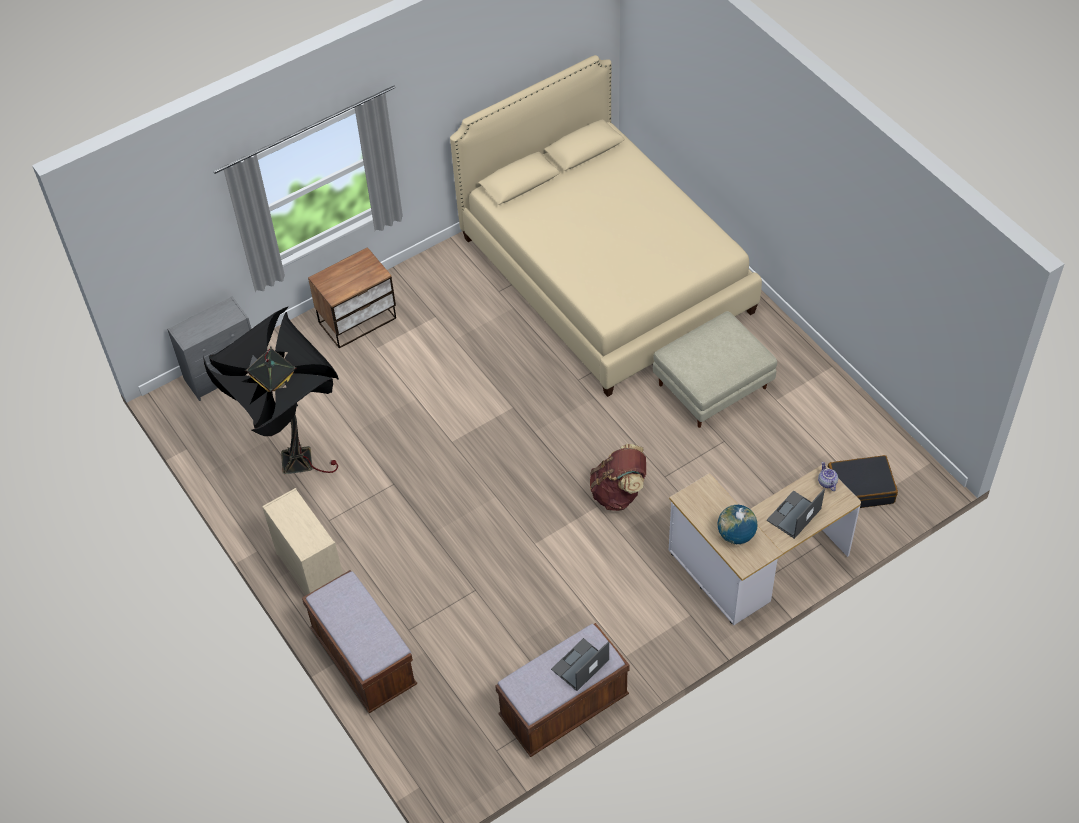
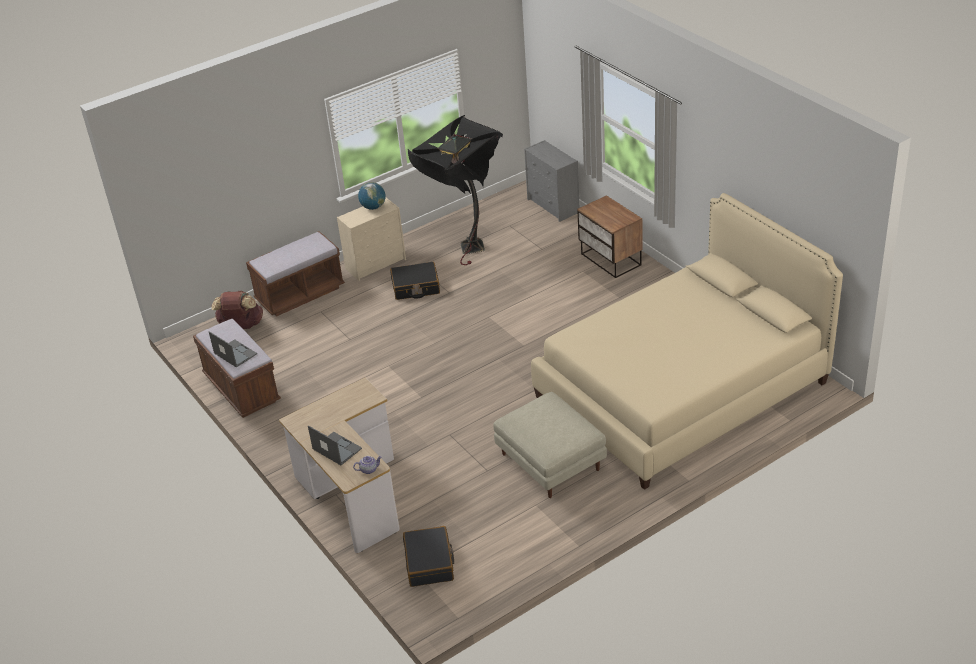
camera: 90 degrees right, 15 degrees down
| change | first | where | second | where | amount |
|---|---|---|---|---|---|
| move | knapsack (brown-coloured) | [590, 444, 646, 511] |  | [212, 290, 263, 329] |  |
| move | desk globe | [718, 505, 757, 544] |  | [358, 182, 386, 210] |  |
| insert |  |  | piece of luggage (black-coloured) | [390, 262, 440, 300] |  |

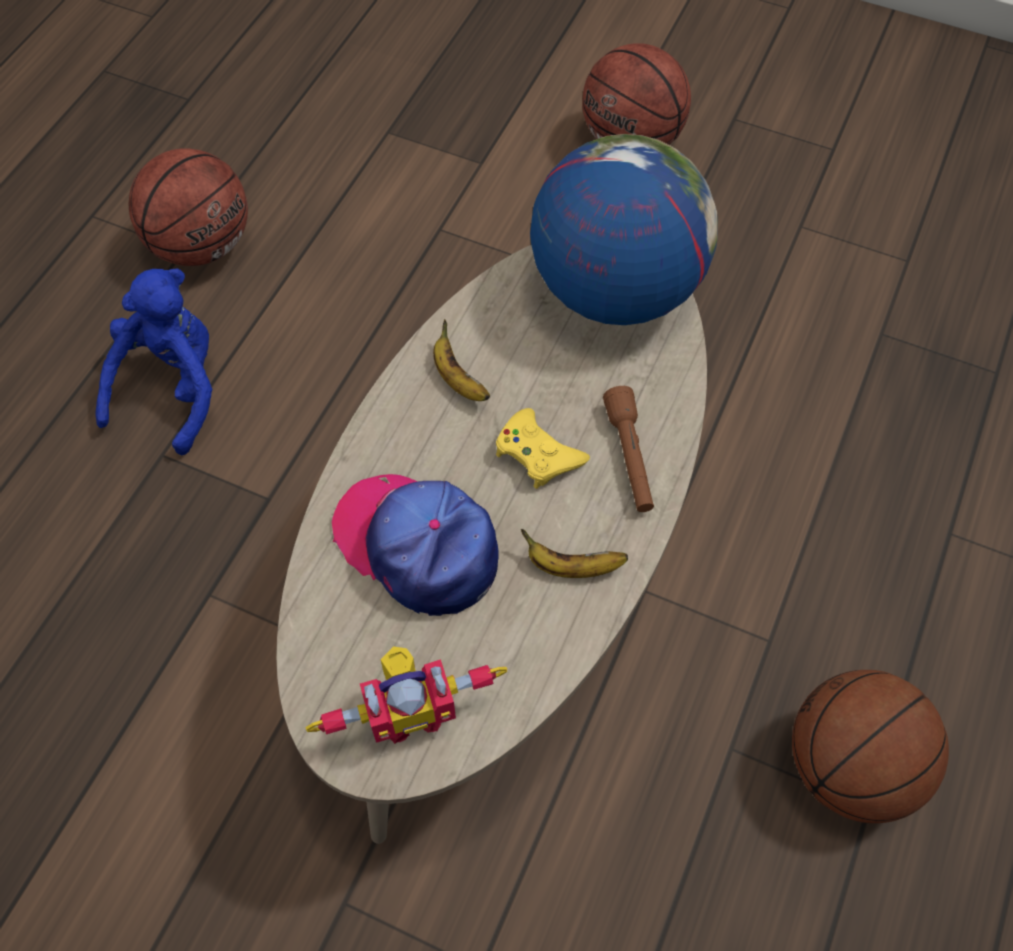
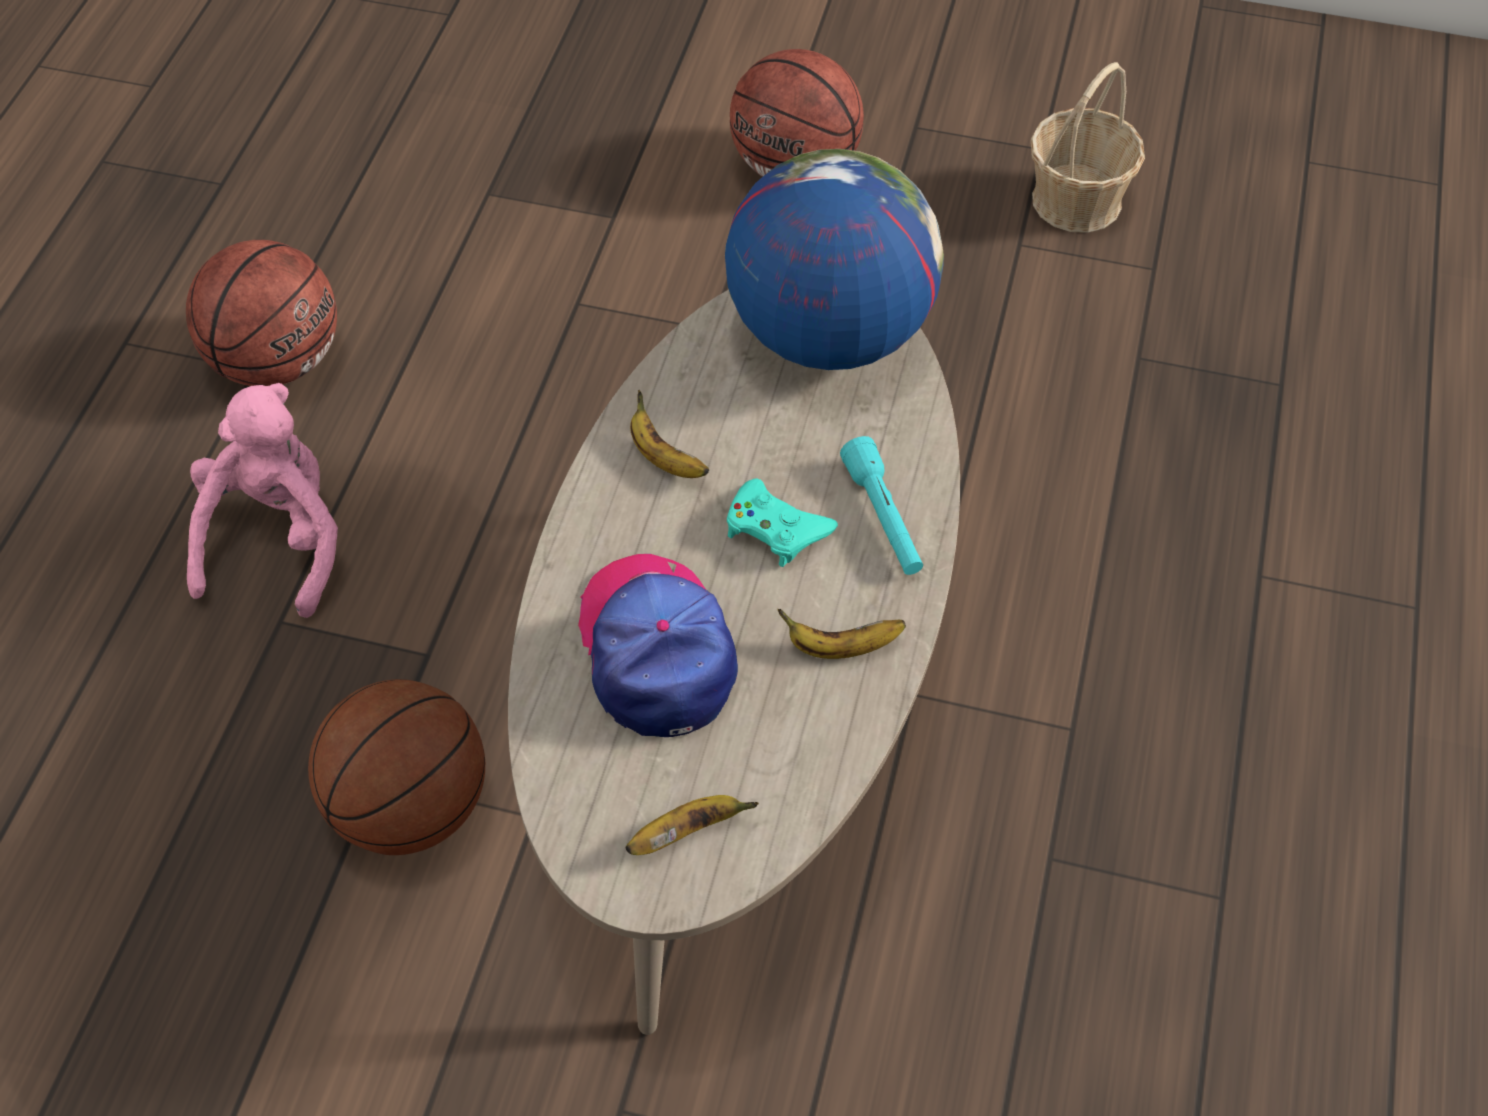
camera: 10 degrees left, 5 degrees down
| change | first | where | second | where | amount |
|---|---|---|---|---|---|
| recolor | plush toy (bluish) | [95, 268, 212, 455] | plush toy (pink-coloured) | [187, 383, 338, 618] |  |
| recolor | flashlight (brown-coloured) | [603, 386, 654, 512] | flashlight (blue-green) | [840, 436, 923, 575] |  |
| recolor | game controller (yellow-coloured) | [496, 408, 590, 489] | game controller (blue-green) | [727, 478, 838, 567] |  |
| rotate | cap | [332, 474, 498, 616] |  | [578, 554, 738, 737] | 45 degrees clockwise |
| replace | robot figure | [306, 646, 507, 744] | whole banana | [626, 795, 759, 855] |  |
| move | basketball ball | [792, 670, 949, 823] |  | [308, 679, 485, 855] |  |
| insert |  |  | storage basket | [1031, 62, 1145, 233] |  |

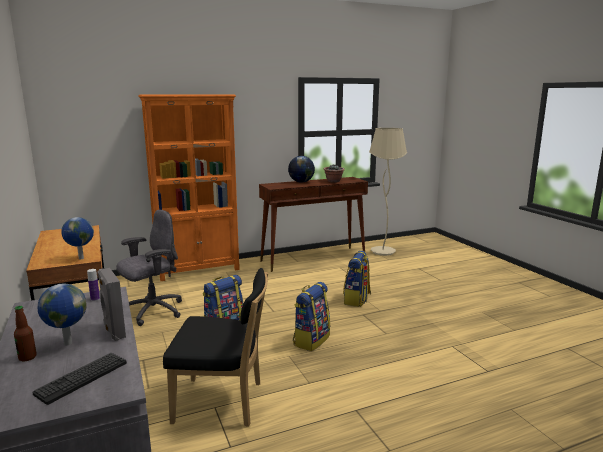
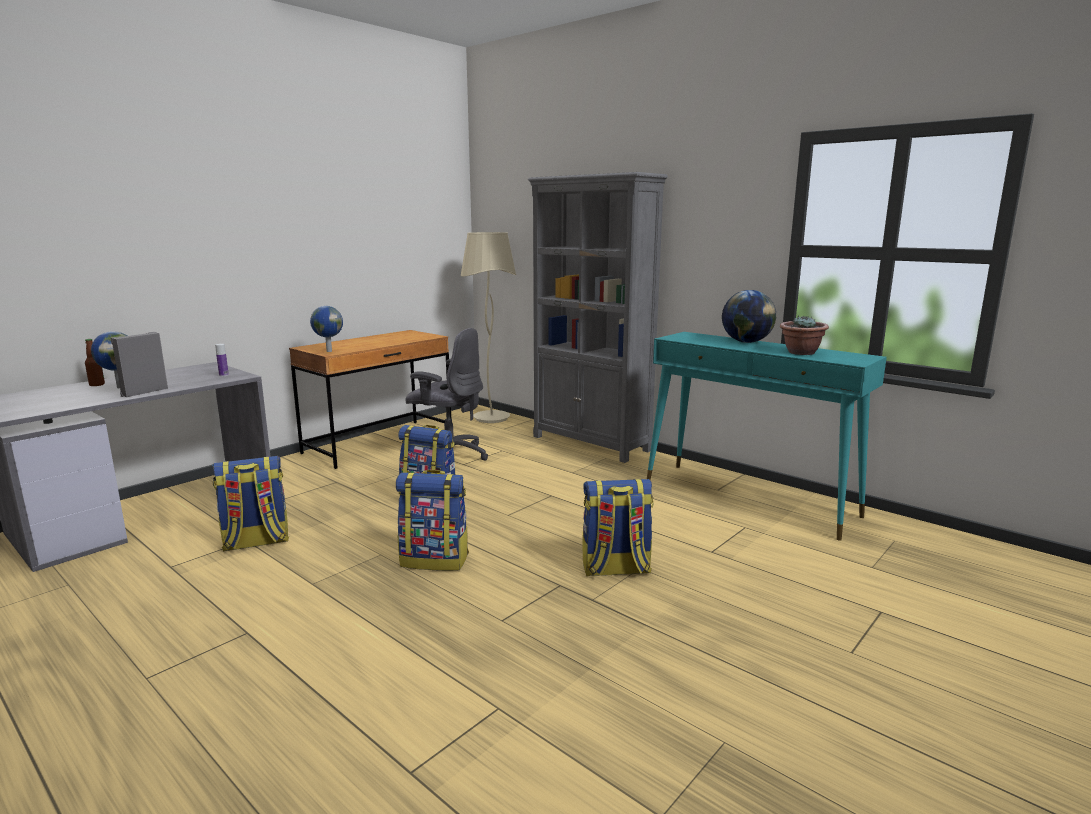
camera: 65 degrees right, 0 degrees up
| change | first | where | second | where | amount |
|---|---|---|---|---|---|
| recolor | shelving unit (orangey) | [138, 94, 240, 281] | shelving unit (gray) | [528, 172, 668, 463] |  |
| move | standard lamp (sand-coloured) | [369, 128, 407, 256] |  | [461, 232, 516, 423] |  |
| recolor | console table (brown-coloured) | [259, 177, 368, 272] | console table (blue-green) | [647, 332, 887, 541] |  |
| replace | upright chair (black-coloured) | [163, 268, 268, 427] | knapsack | [212, 456, 289, 551] |  |
| delete | keyboard | [33, 353, 127, 405] |  |  |  |

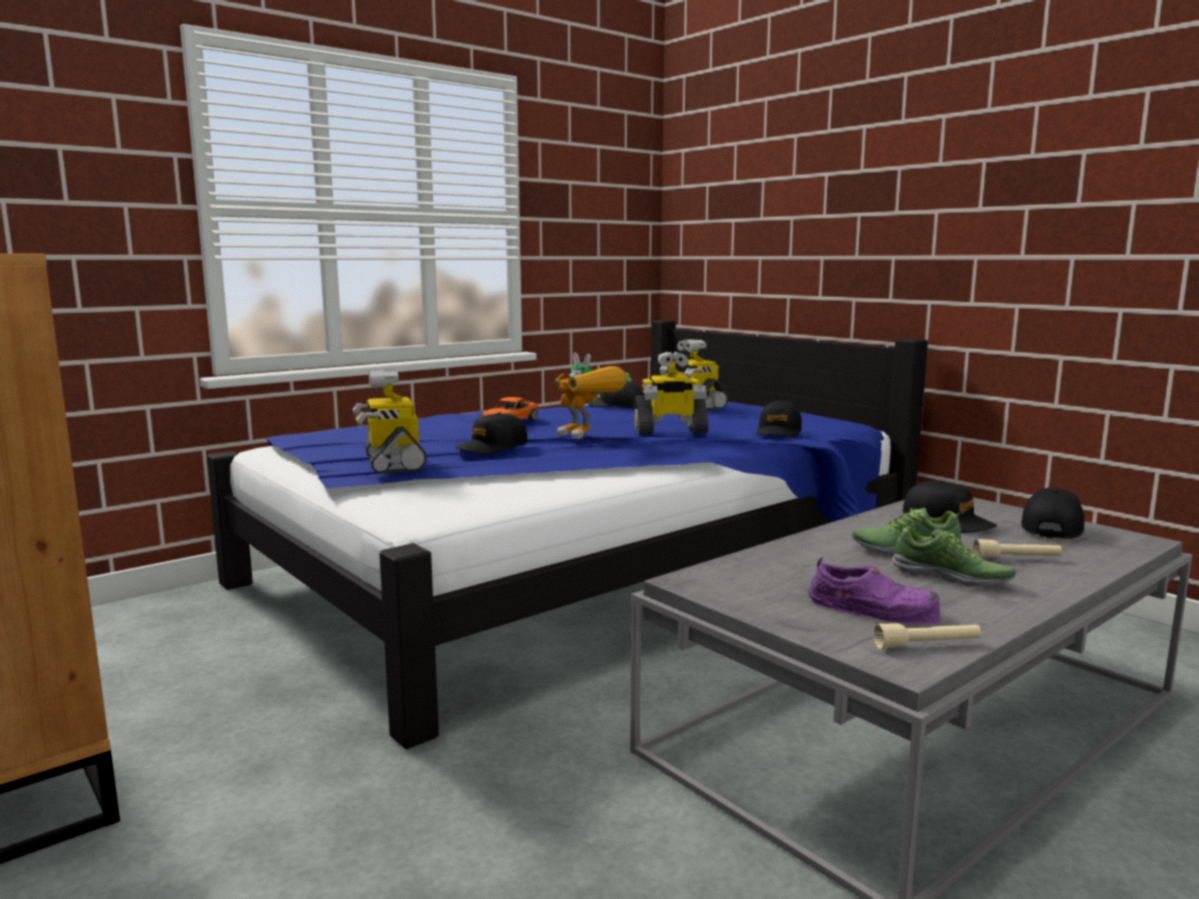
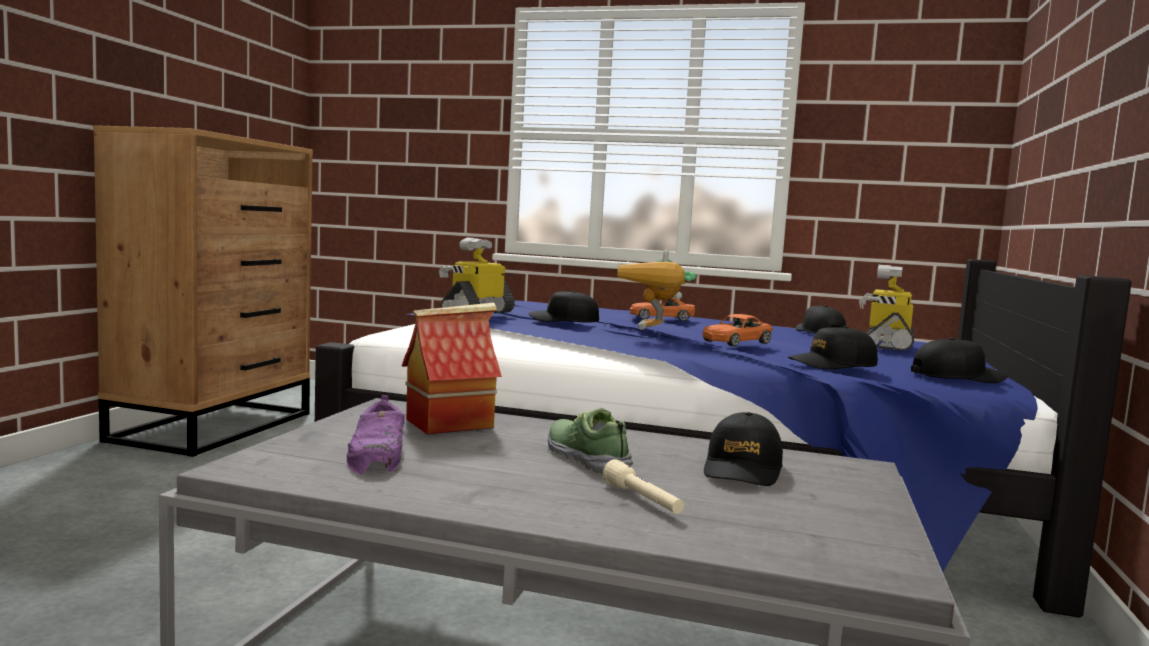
camera: 55 degrees right, 5 degrees down
| change | first | where | second | where | amount |
|---|---|---|---|---|---|
| replace | robot figure | [634, 352, 709, 434] | model car (orangey) | [703, 314, 773, 347] |  |
| move | cap (black-coloured) | [1021, 488, 1085, 539] |  | [911, 338, 1008, 383] |  |
| delete | low shoe | [892, 523, 1016, 587] |  |  |  |
| delete | flashlight (sand-coloured) | [873, 623, 981, 649] |  |  |  |
| insert |  |  | toy house | [402, 302, 502, 434] |  |

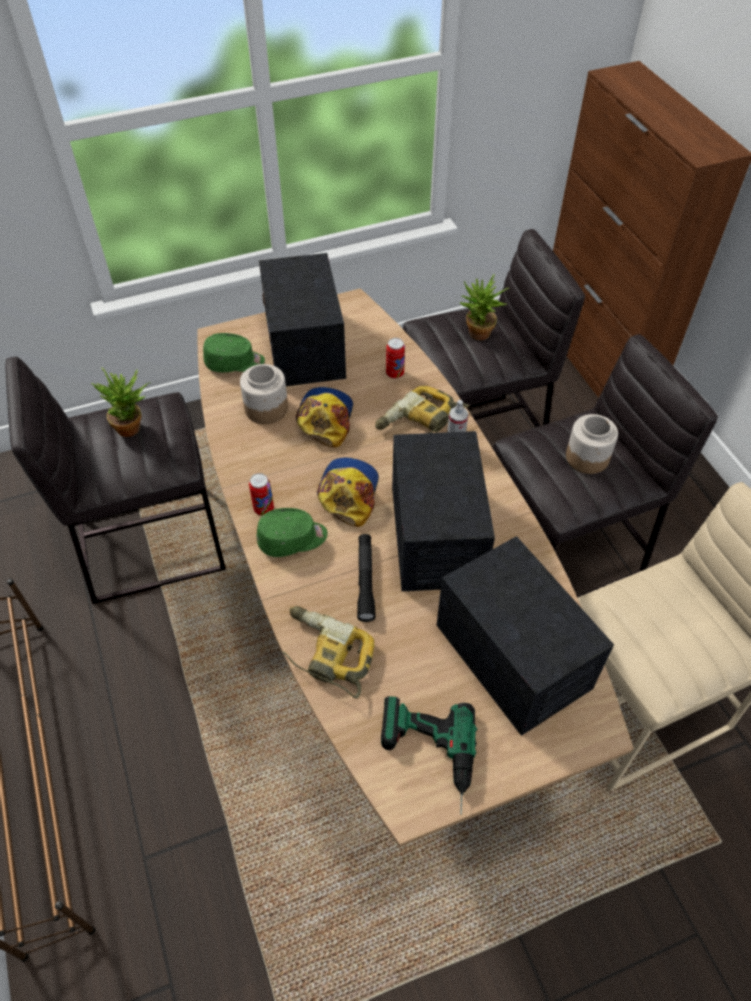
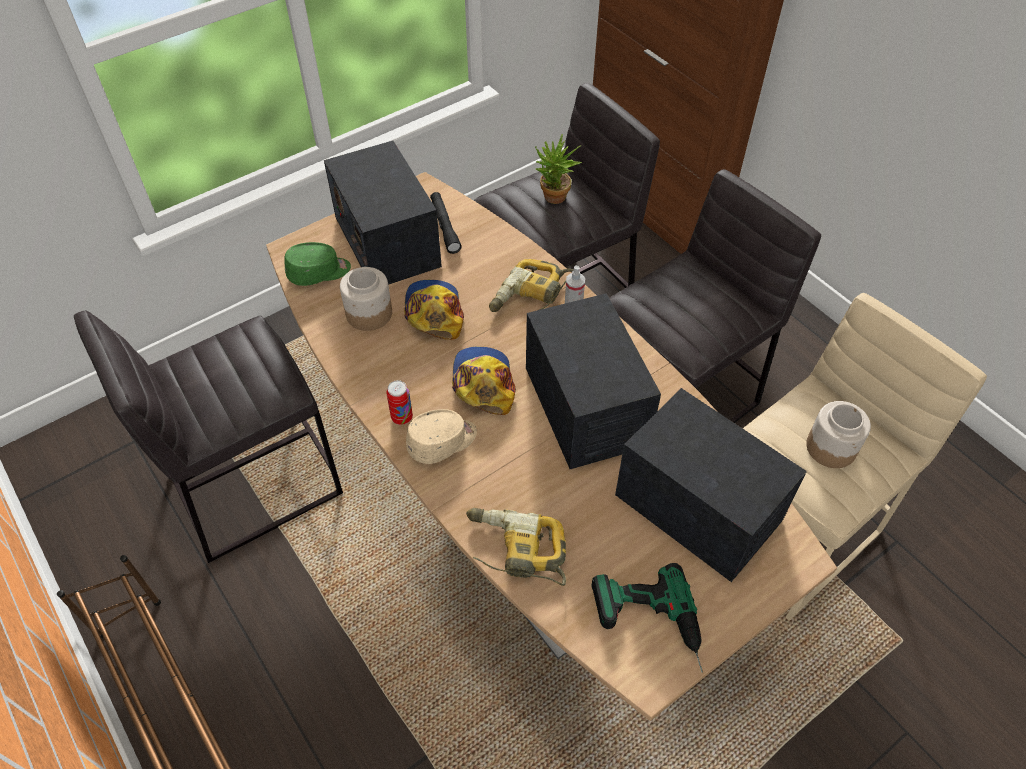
camera: 15 degrees left, 0 degrees up
| change | first | where | second | where | amount |
|---|---|---|---|---|---|
| delete | sealed can | [386, 338, 405, 379] |  |  |  |
| delete | plant in a pot | [91, 367, 150, 437] |  |  |  |
| move | jar | [566, 414, 618, 474] |  | [806, 401, 871, 468] |  |
| recolor | cap (green-coloured) | [257, 508, 328, 557] | cap (sand-coloured) | [406, 409, 477, 464] |  |
| move | flashlight (black-coloured) | [357, 534, 376, 622] |  | [430, 192, 462, 254] |  |

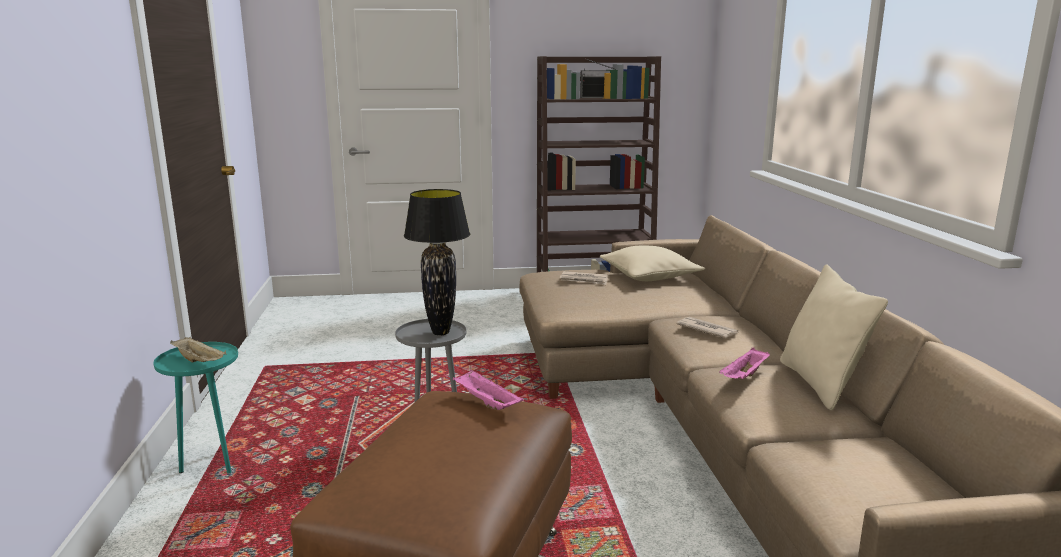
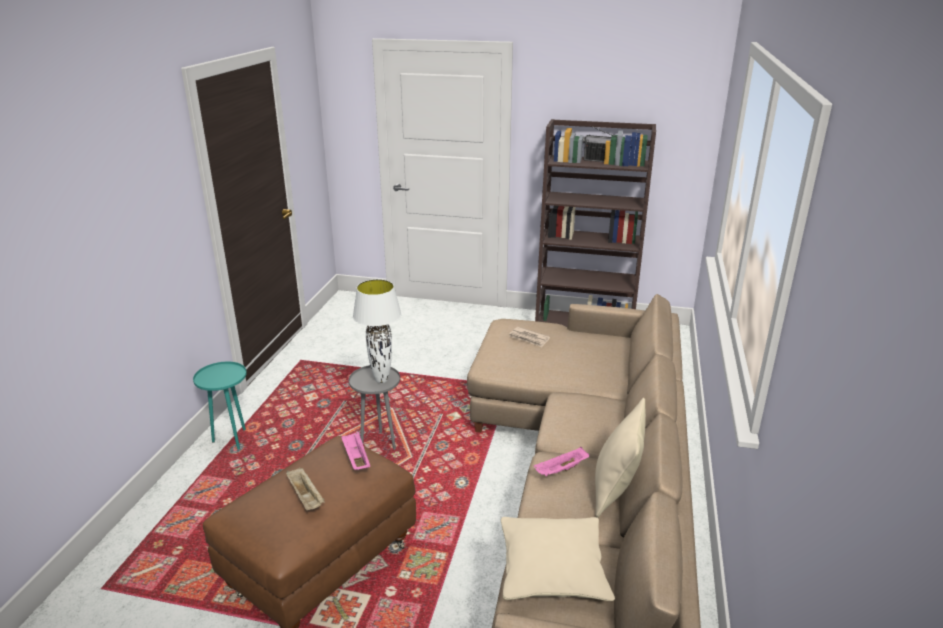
camera: 20 degrees right, 10 degrees up
| change | first | where | second | where | amount |
|---|---|---|---|---|---|
| recolor | tabletop lamp (black-coloured) | [404, 189, 470, 336] | tabletop lamp (white) | [353, 279, 402, 383] |  |
| move | throw pillow (sand-coloured) | [600, 246, 705, 281] |  | [501, 517, 615, 601] |  |
| delete | printed paper | [676, 317, 739, 338] |  |  |  |
| move | carrying tray (sand-coloured) | [170, 337, 227, 363] |  | [286, 468, 325, 510] |  |

